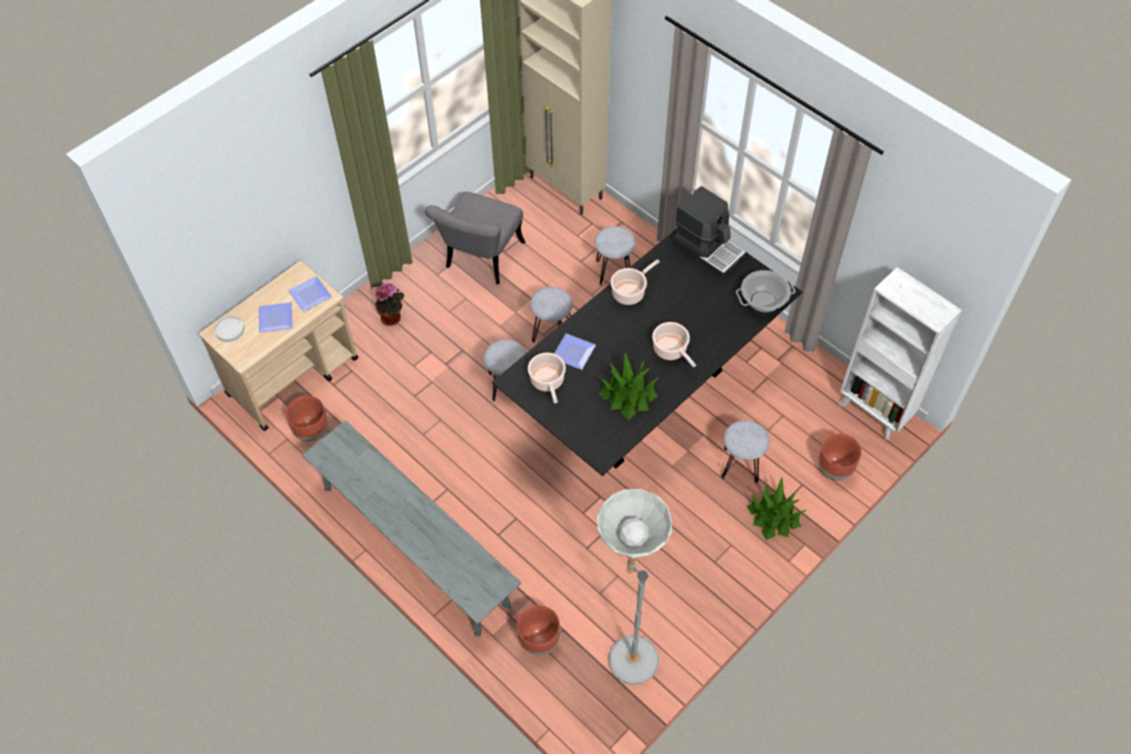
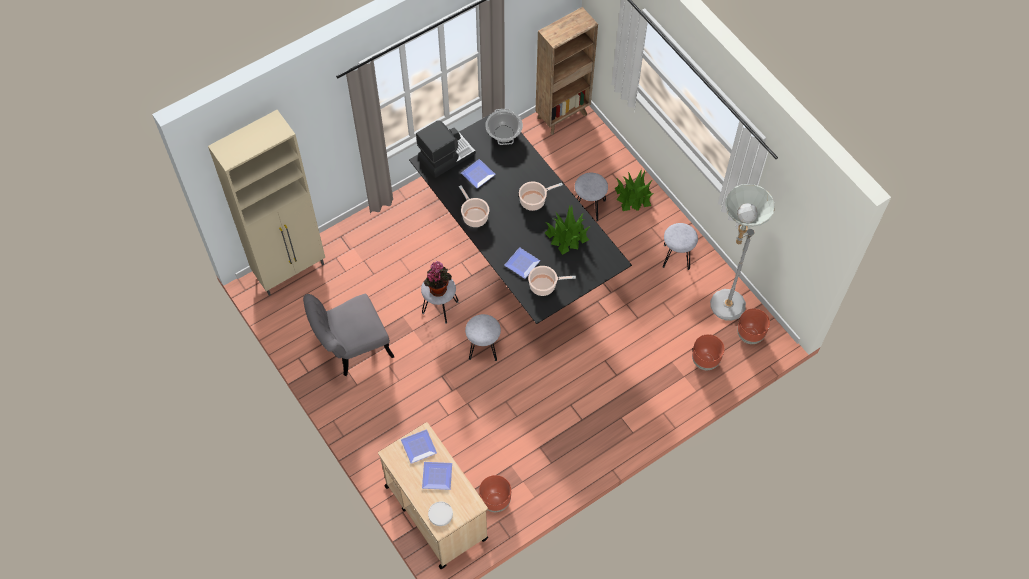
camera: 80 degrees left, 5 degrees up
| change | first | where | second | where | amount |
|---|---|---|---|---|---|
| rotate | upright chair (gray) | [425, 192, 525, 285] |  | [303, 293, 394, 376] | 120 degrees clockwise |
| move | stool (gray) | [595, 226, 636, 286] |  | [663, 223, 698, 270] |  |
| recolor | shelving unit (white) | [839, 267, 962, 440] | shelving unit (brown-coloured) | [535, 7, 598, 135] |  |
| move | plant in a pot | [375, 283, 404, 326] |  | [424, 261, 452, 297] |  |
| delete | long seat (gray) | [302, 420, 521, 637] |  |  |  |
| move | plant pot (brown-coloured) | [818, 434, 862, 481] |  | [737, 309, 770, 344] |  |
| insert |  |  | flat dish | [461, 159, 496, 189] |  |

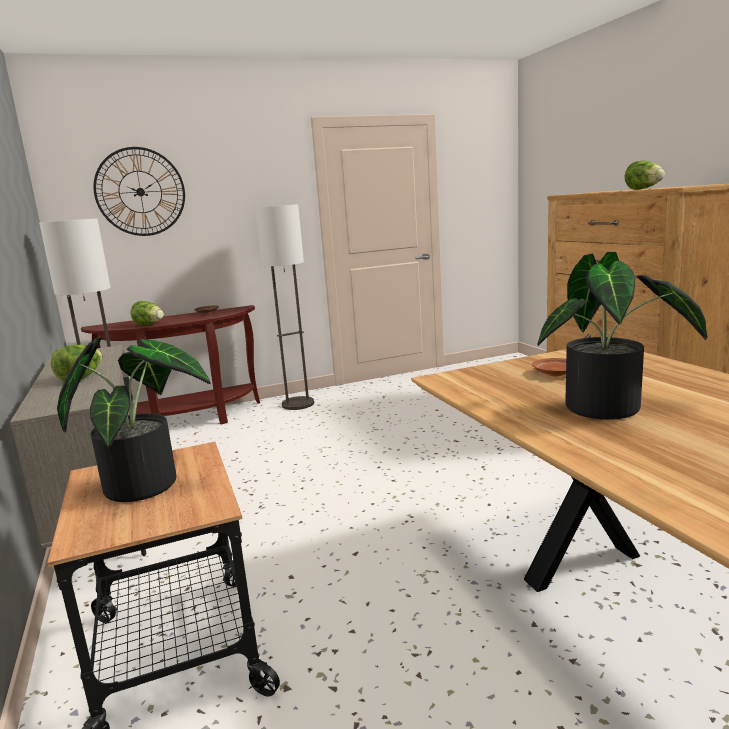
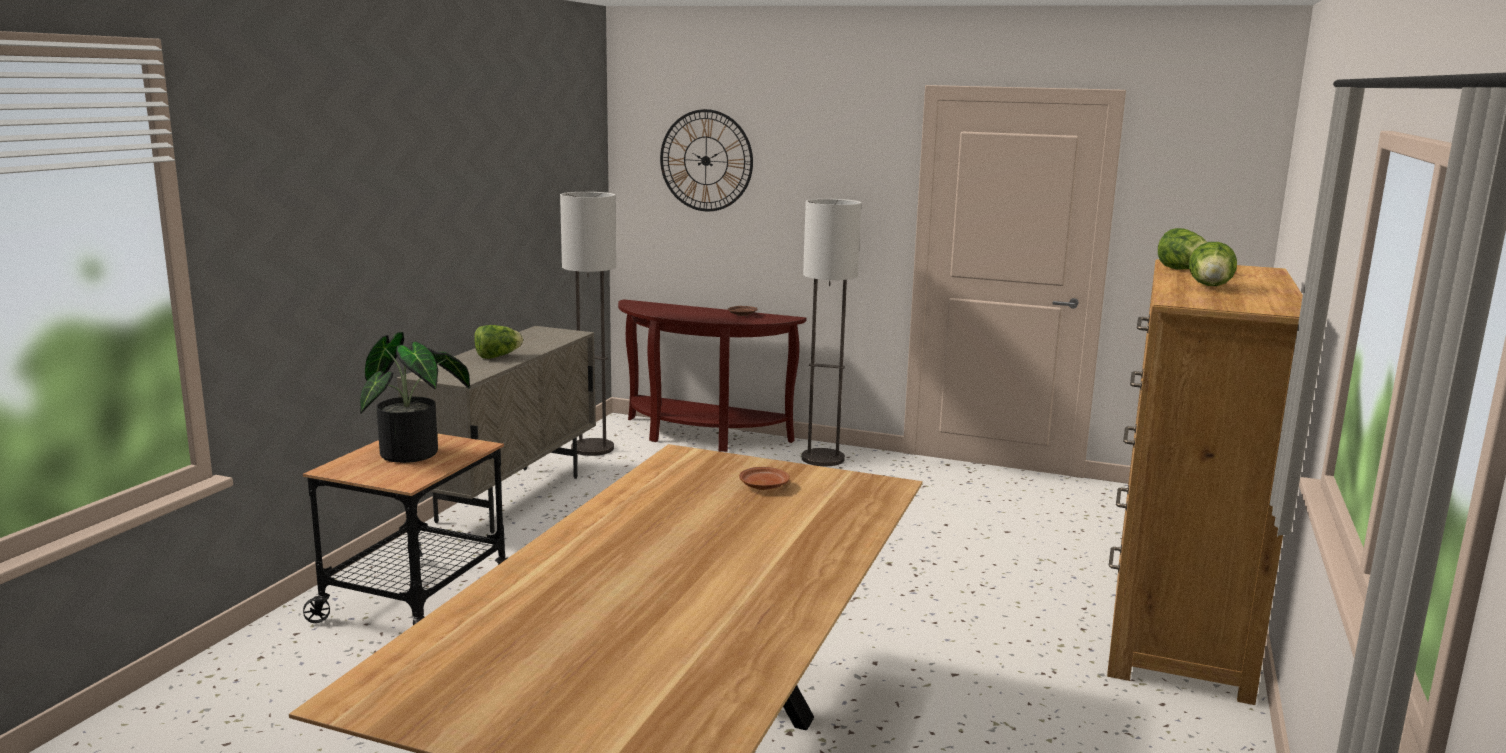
camera: 40 degrees right, 0 degrees up
| change | first | where | second | where | amount |
|---|---|---|---|---|---|
| delete | plant in a pot | [538, 252, 707, 419] |  |  |  |
| move | lettuce head | [131, 301, 164, 325] |  | [1158, 228, 1207, 270] |  |

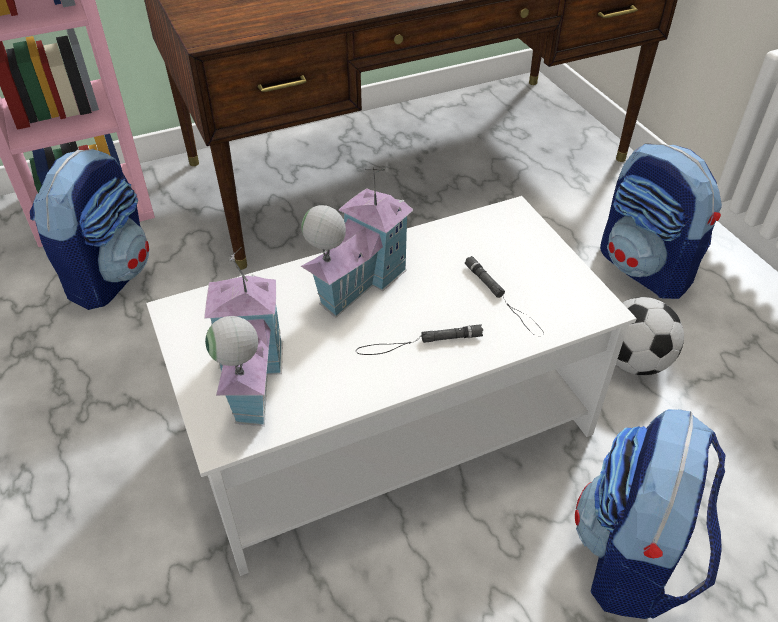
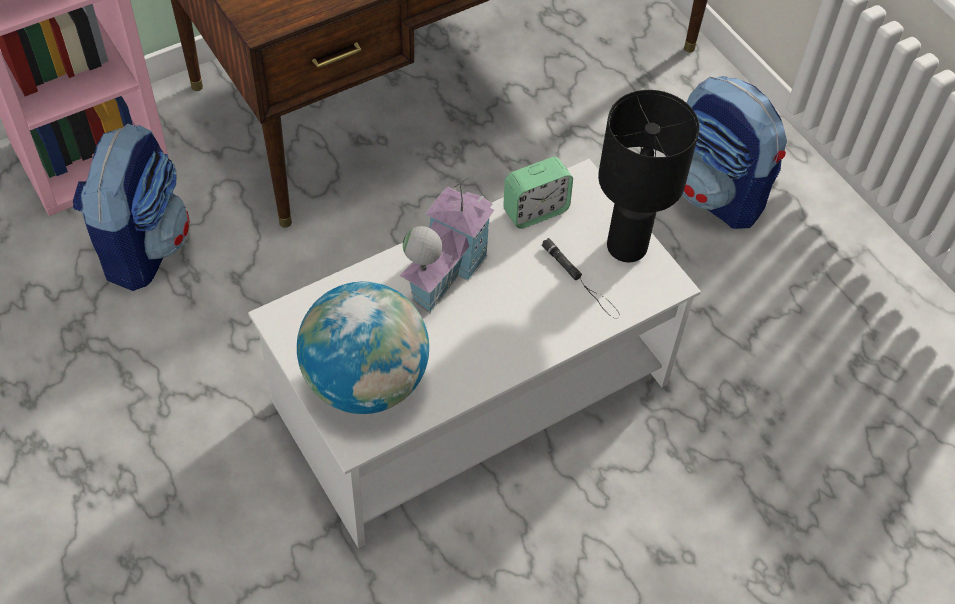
camera: 10 degrees left, 10 degrees up
| change | first | where | second | where | amount |
|---|---|---|---|---|---|
| replace | toy house | [204, 253, 283, 426] | desk globe | [297, 282, 429, 414] |  |
| delete | football | [616, 297, 684, 375] |  |  |  |
| delete | flashlight (black-coloured) | [356, 324, 483, 355] |  |  |  |
| delete | knapsack | [575, 409, 725, 619] |  |  |  |
| insert |  |  | tabletop lamp (black-coloured) | [598, 90, 699, 262] |  |
| insert |  |  | alarm clock | [503, 157, 573, 229] |  |

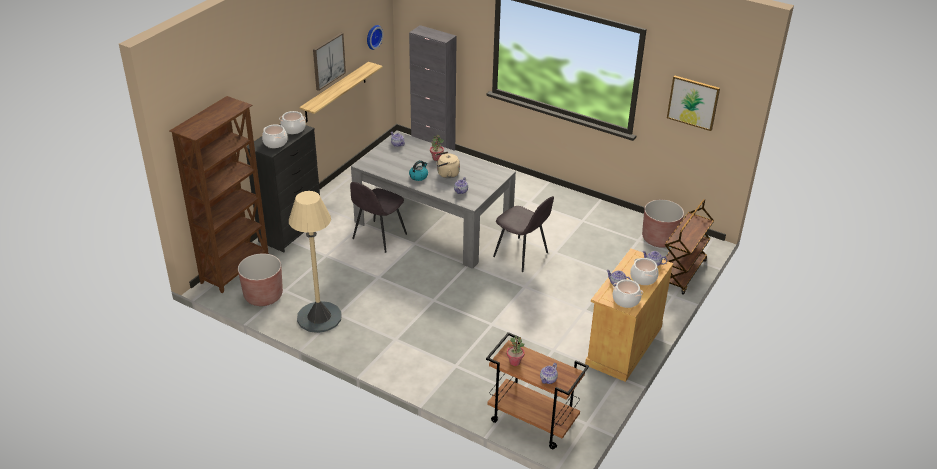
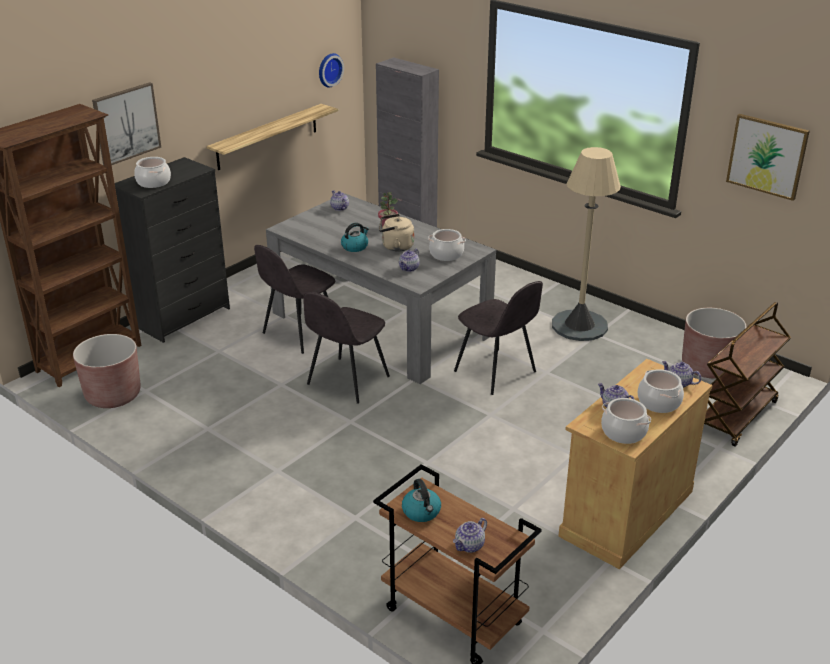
camera: 10 degrees right, 5 degrees down
| change | first | where | second | where | amount |
|---|---|---|---|---|---|
| move | picture | [313, 33, 346, 91] |  | [92, 82, 161, 165] |  |
| move | saucepot | [279, 111, 306, 134] |  | [428, 229, 466, 261] |  |
| move | standard lamp (sand-coloured) | [289, 191, 342, 333] |  | [552, 147, 621, 341] |  |
| replace | plant in a pot | [507, 336, 525, 366] | tea kettle | [402, 479, 441, 522] |  |
| insert |  |  | upright chair (gray) | [303, 292, 390, 404] |  |

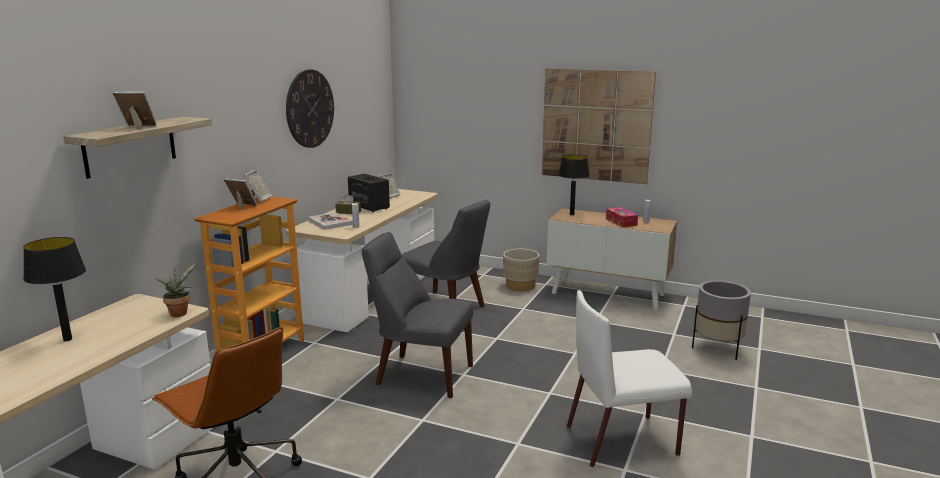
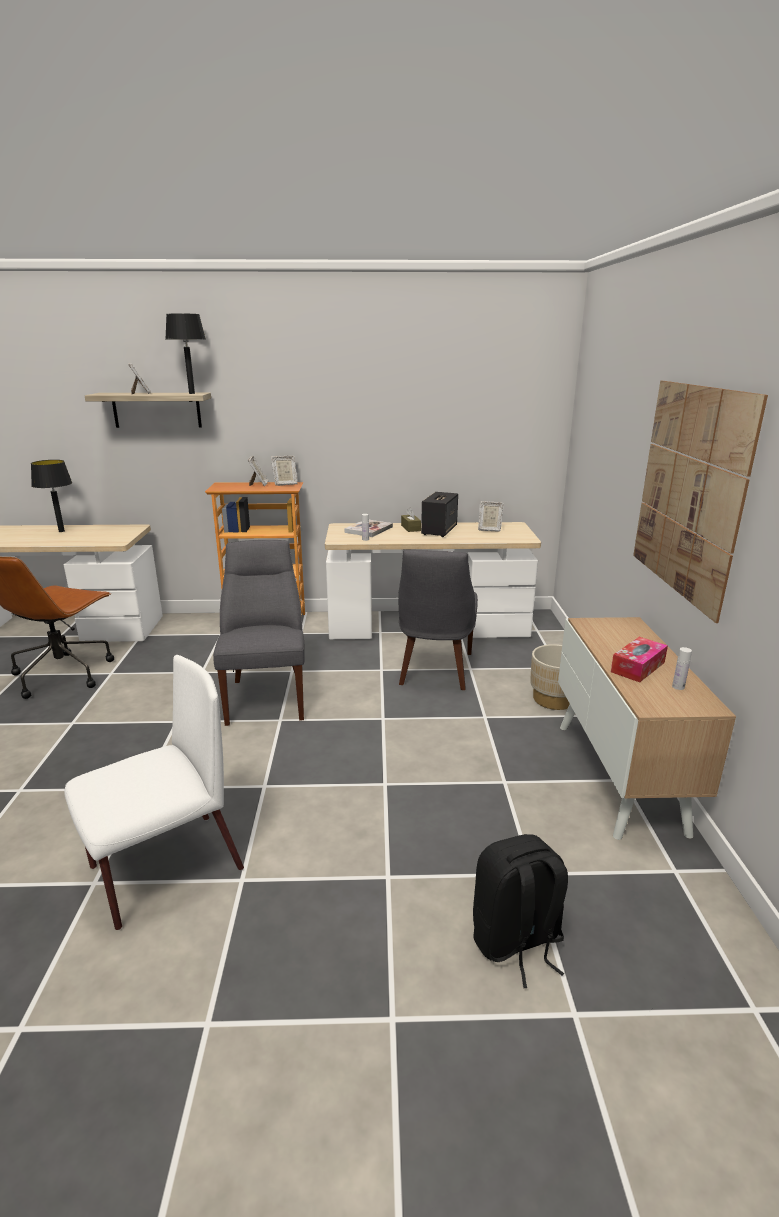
camera: 65 degrees right, 5 degrees up
| change | first | where | second | where | amount |
|---|---|---|---|---|---|
| delete | hanging clock | [286, 69, 334, 148] |  |  |  |
| move | tabletop lamp (black-coloured) | [558, 155, 590, 215] |  | [166, 313, 206, 394] |  |
| delete | plant in a pot | [155, 262, 198, 317] |  |  |  |
| replace | plant pot (gray) | [692, 281, 751, 360] | knapsack (black-coloured) | [473, 834, 568, 988] |  |
| rotate | upright chair (white) | [566, 290, 692, 467] |  | [64, 655, 244, 930] | 90 degrees clockwise |

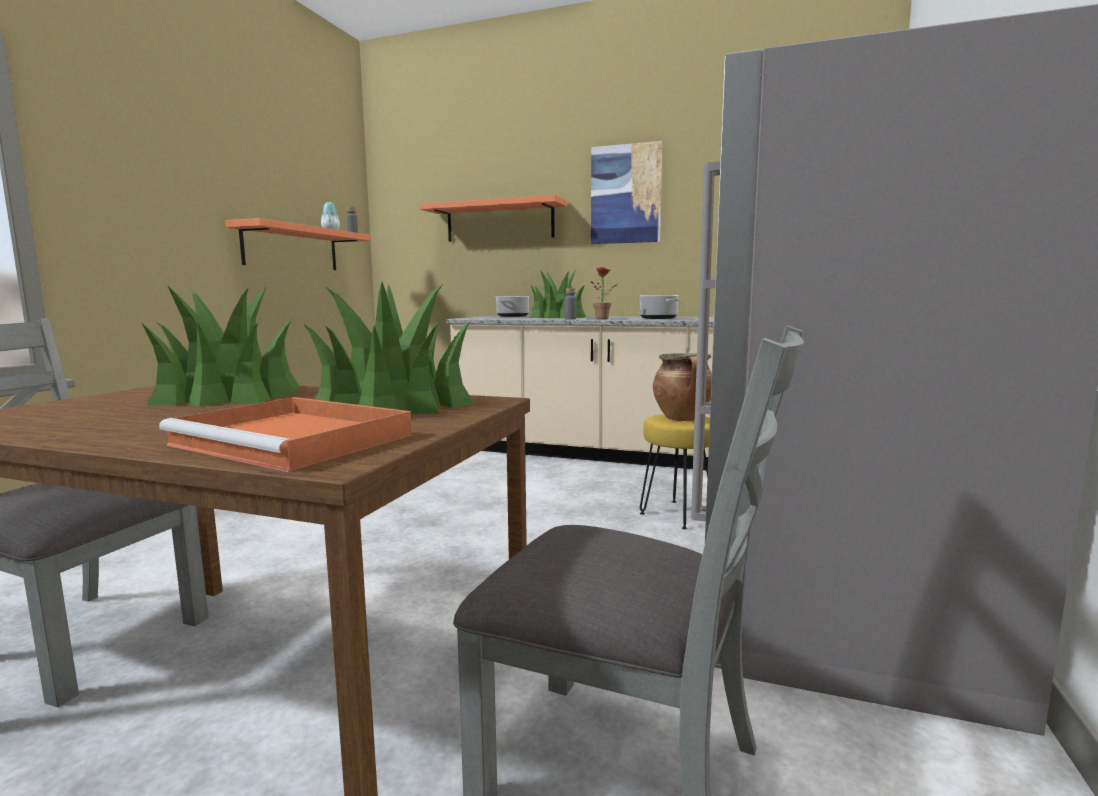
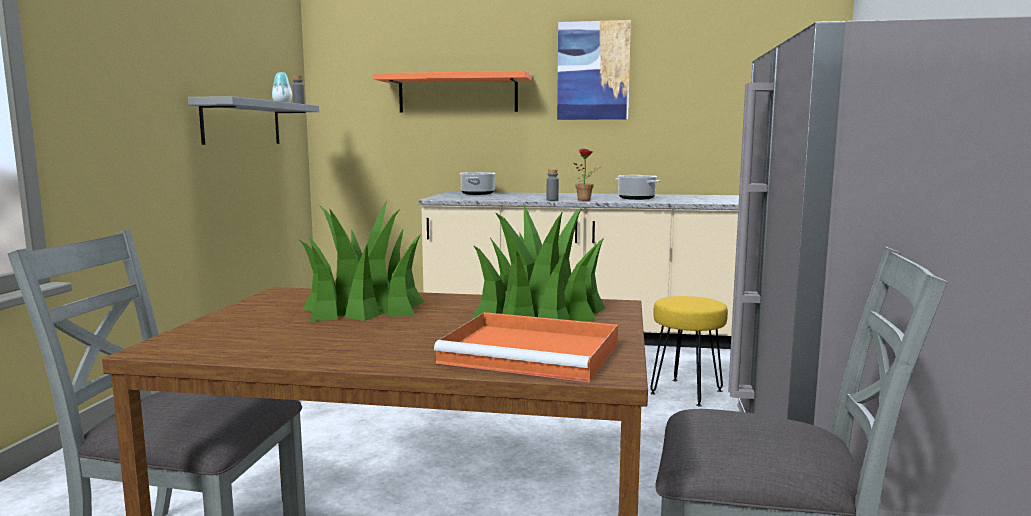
camera: 10 degrees left, 0 degrees up
| change | first | where | second | where | amount |
|---|---|---|---|---|---|
| recolor | shelf (orangey) | [225, 218, 371, 270] | shelf (gray) | [188, 96, 319, 145] |  |
| delete | plant in a pot | [529, 270, 586, 318] |  |  |  |
| delete | saucepot | [653, 353, 712, 421] |  |  |  |

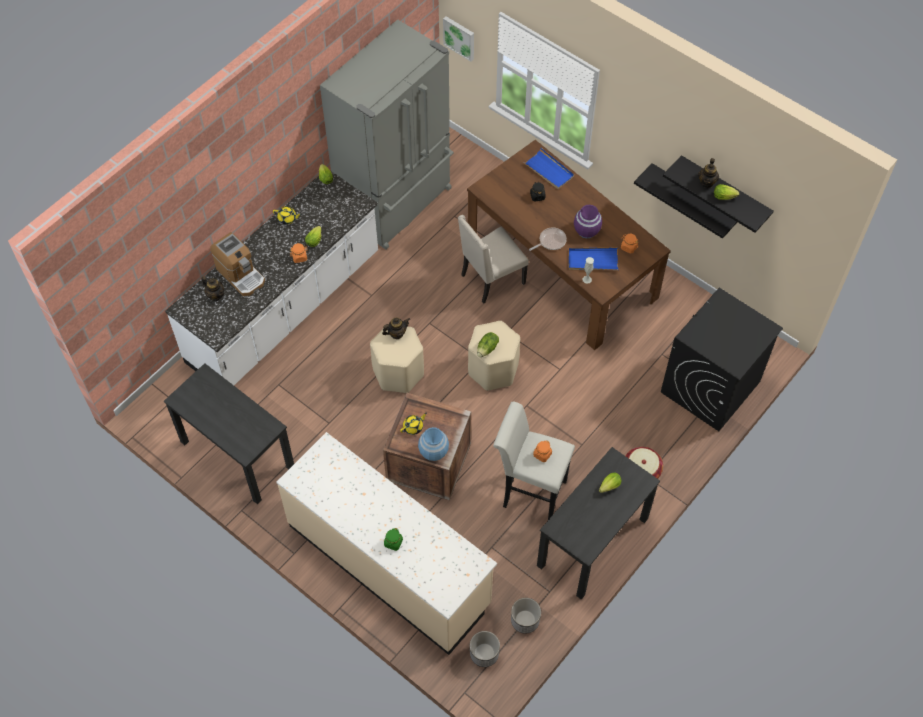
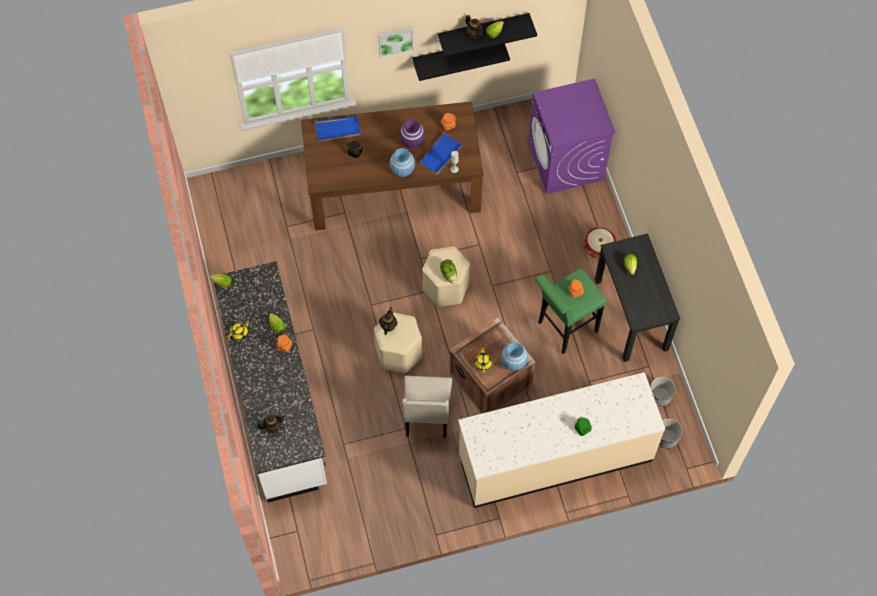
camera: 55 degrees left, 5 degrees up
| change | first | where | second | where | amount |
|---|---|---|---|---|---|
| move | picture | [443, 16, 474, 62] |  | [378, 27, 414, 58] |  |
| delete | refrigerator (gray) | [320, 19, 454, 249] |  |  |  |
| move | upright chair (sand-coloured) | [458, 215, 529, 304] |  | [402, 376, 452, 438] |  |
| replace | frying pan | [529, 227, 567, 251] | flower vase (bluish) | [390, 148, 415, 177] |  |
| delete | coffee maker | [210, 232, 265, 296] |  |  |  |
| recolor | laundry machine (black-coloured) | [661, 288, 783, 431] | laundry machine (purple) | [528, 78, 615, 194] |  |
| delete | desk unit (black-coloured) | [164, 363, 294, 505] |  |  |  |
| recolor | stool (white) | [493, 402, 575, 520] | stool (green-coloured) | [535, 268, 607, 354] |  |

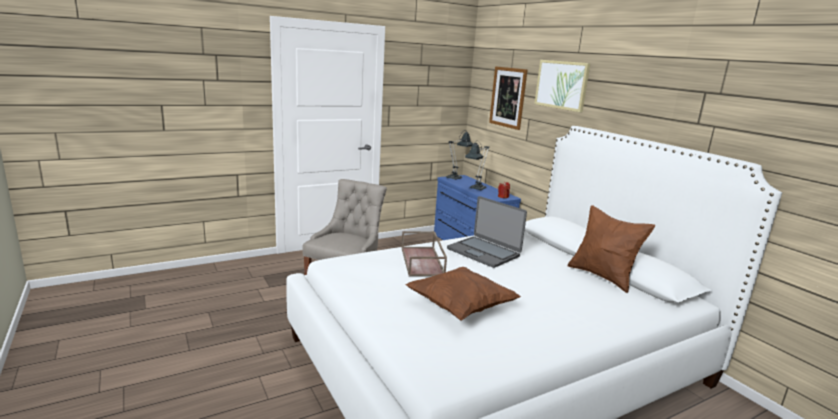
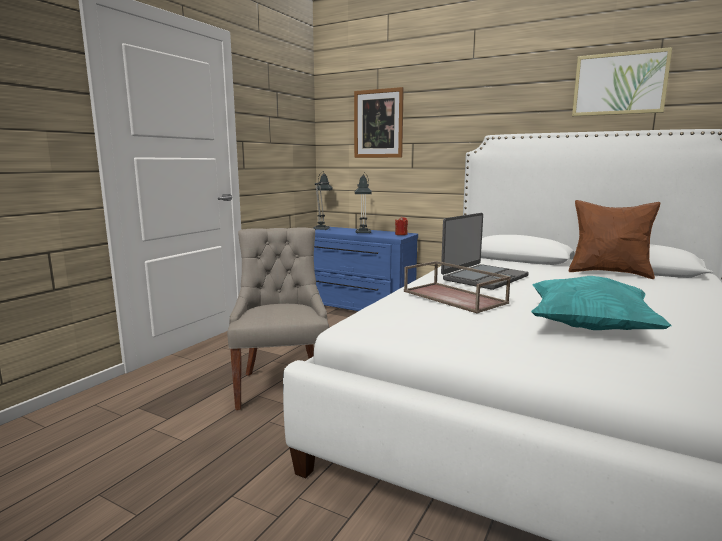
camera: 30 degrees left, 5 degrees down
| change | first | where | second | where | amount |
|---|---|---|---|---|---|
| move | picture | [535, 60, 590, 112] |  | [572, 47, 672, 116] |  |
| rotate | portable computer | [447, 196, 527, 268] |  | [441, 213, 529, 290] | 60 degrees counterclockwise |
| recolor | throw pillow (brown-coloured) | [406, 267, 521, 321] | throw pillow (blue-green) | [531, 276, 672, 330] |  |

